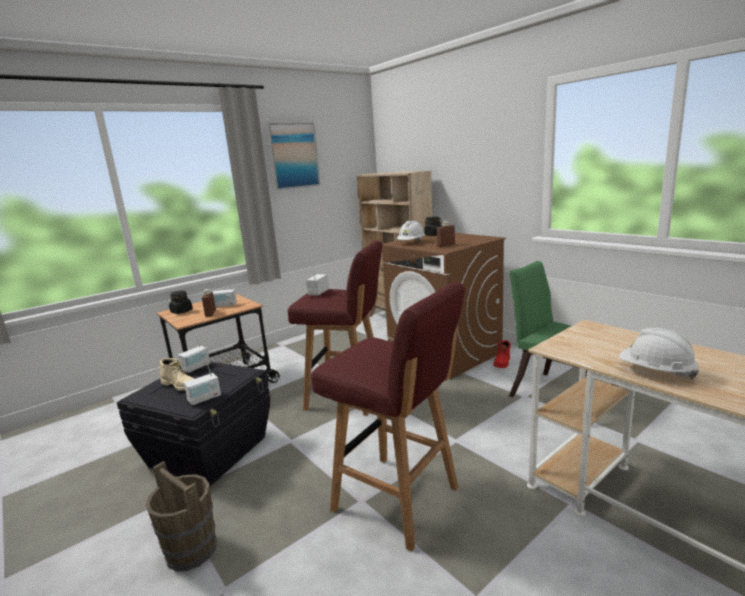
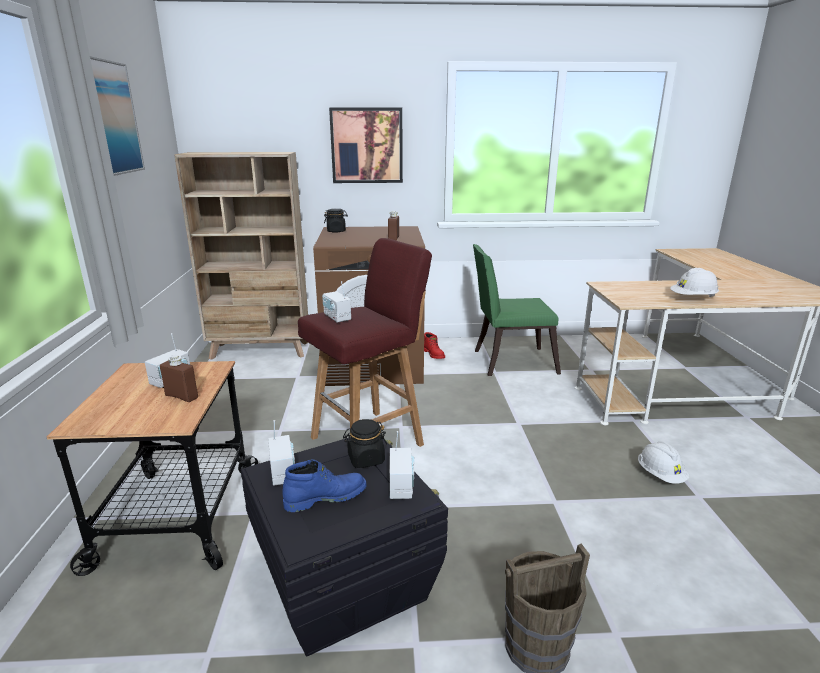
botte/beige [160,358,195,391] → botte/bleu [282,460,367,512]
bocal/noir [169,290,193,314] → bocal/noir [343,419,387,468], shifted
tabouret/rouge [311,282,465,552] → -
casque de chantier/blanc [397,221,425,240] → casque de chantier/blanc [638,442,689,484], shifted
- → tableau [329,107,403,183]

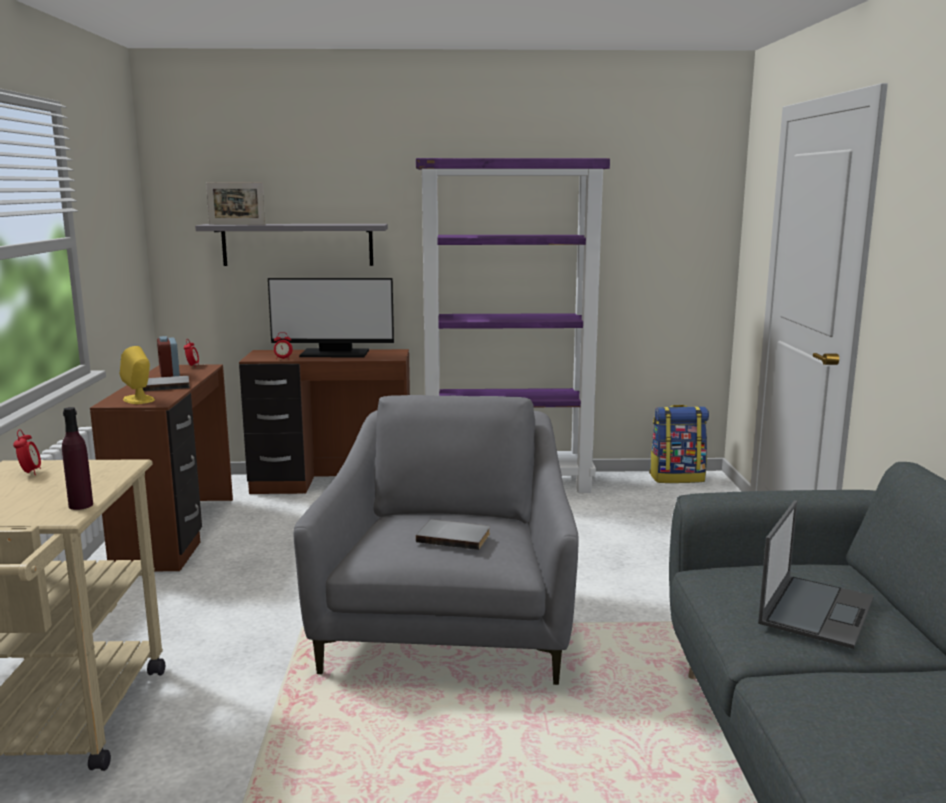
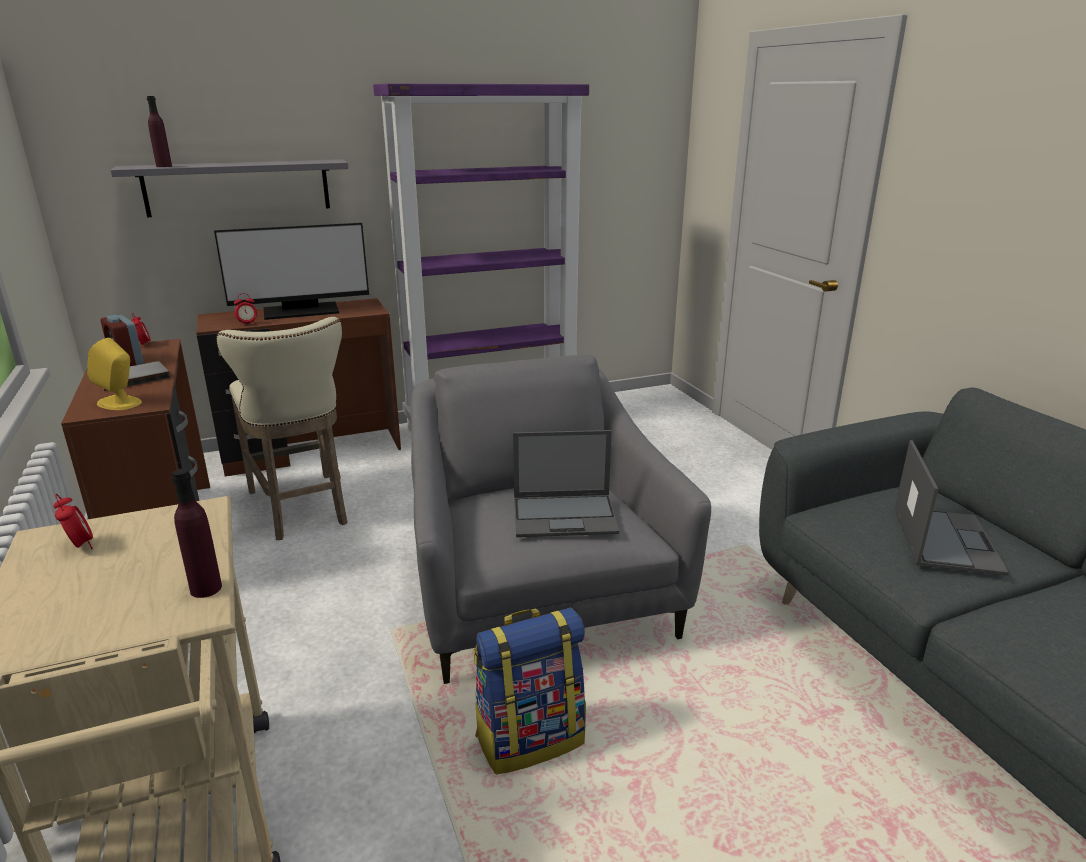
cadre photo [206,182,265,225] → bouteille/violet [147,96,172,167]
livre/gris [416,519,490,550] → ordinateur portable [513,430,619,537]
sac à dos [649,405,709,483] → sac à dos [474,608,586,775], shifted
- → tabouret/beige [216,317,348,540]

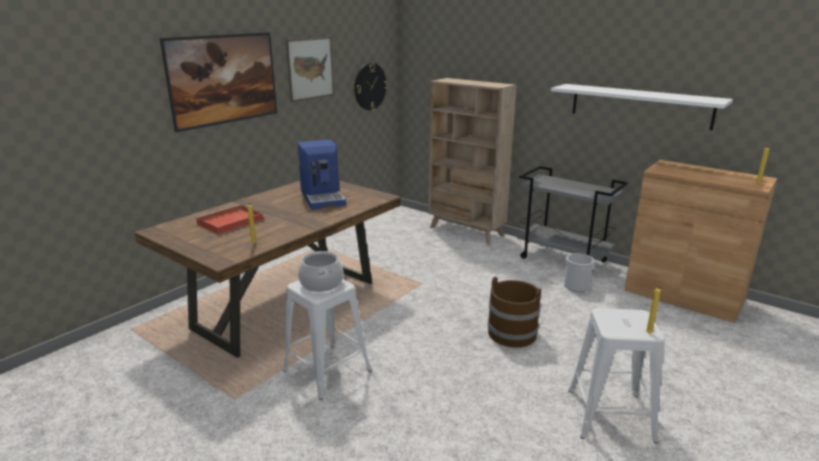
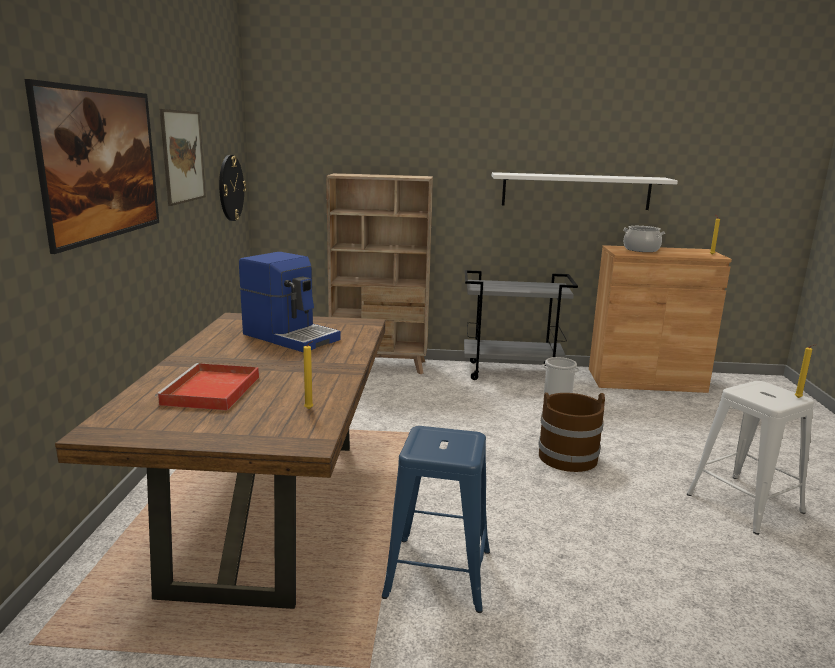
tabouret/blanc [283,279,372,400] → tabouret/bleu [382,426,490,613]
marmite [298,251,344,292] → marmite [623,226,665,252], shifted

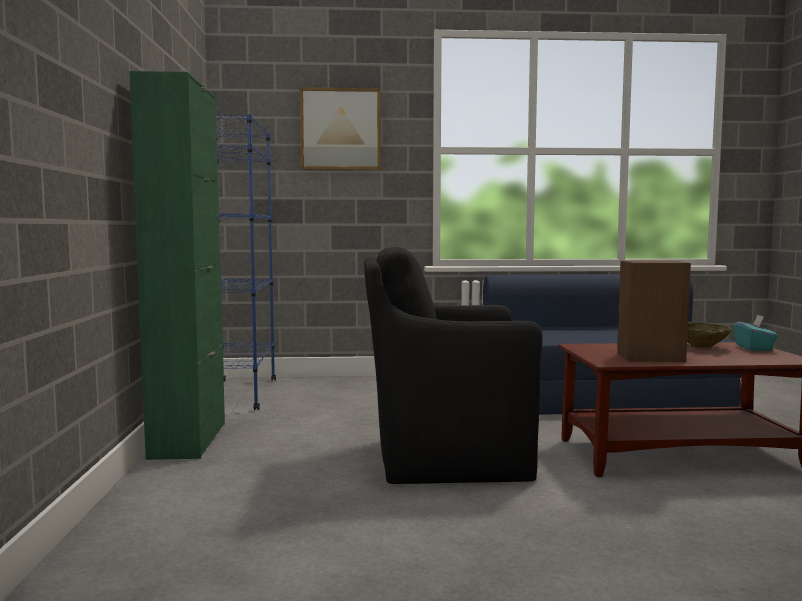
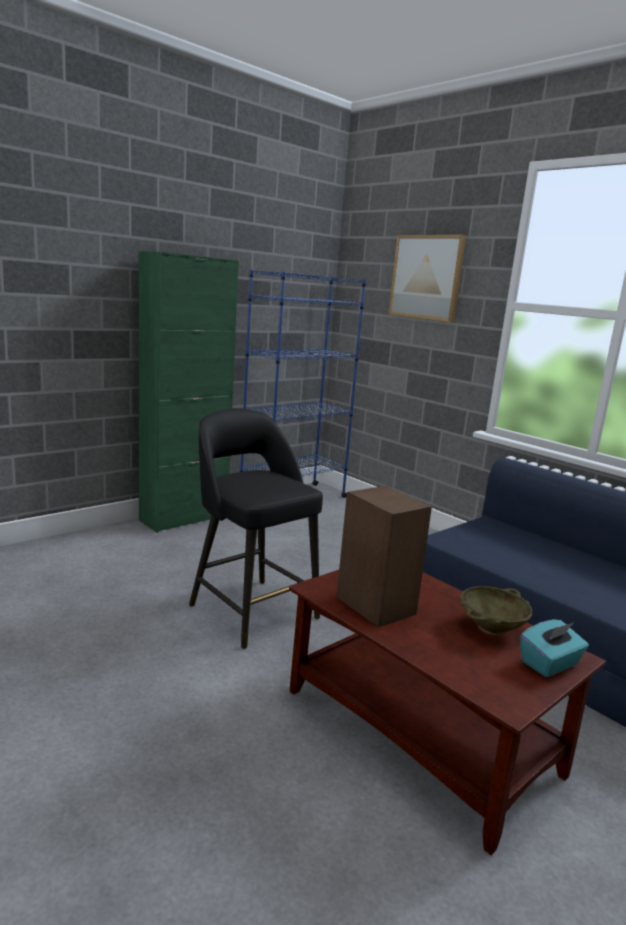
fauteuil/noir [364,247,542,484] → tabouret/noir [189,408,323,649]

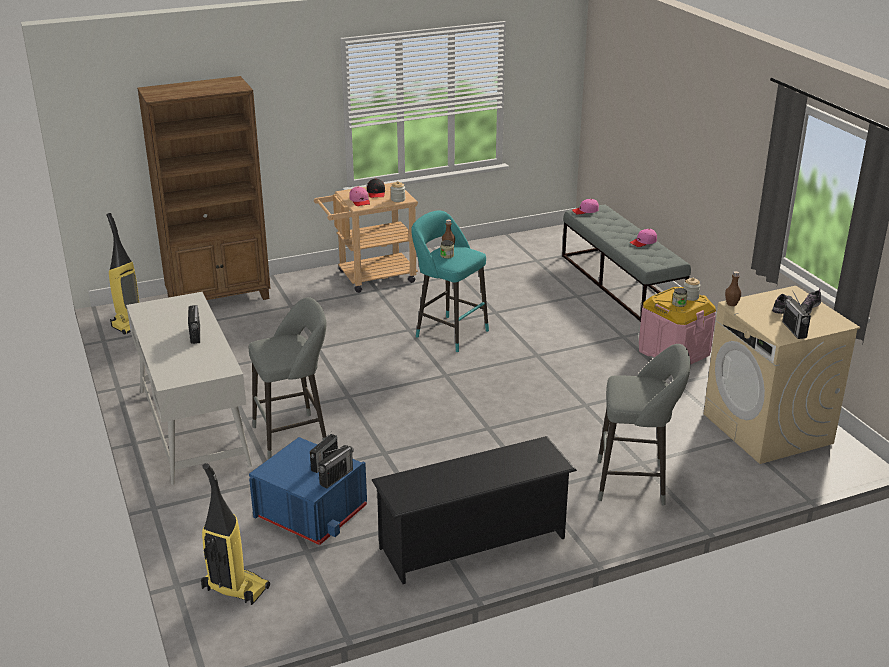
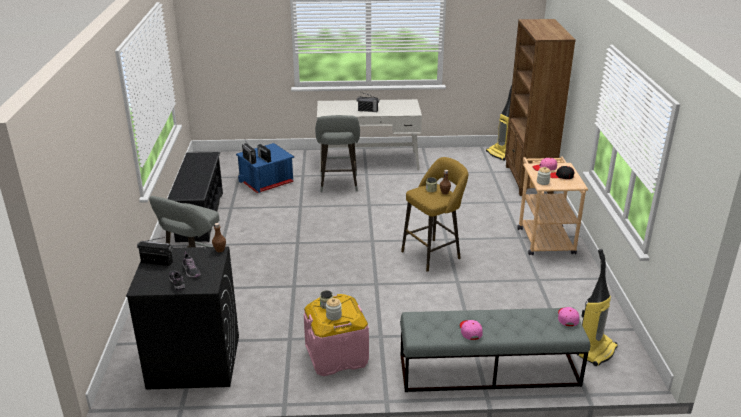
aspirateur [201,463,270,605] → aspirateur [577,249,618,366], shifted
tabouret/turquoise [411,211,489,352] → tabouret/jaune [401,157,468,272]
lave-linge/beige [703,286,860,464] → lave-linge/noir [126,247,239,390]

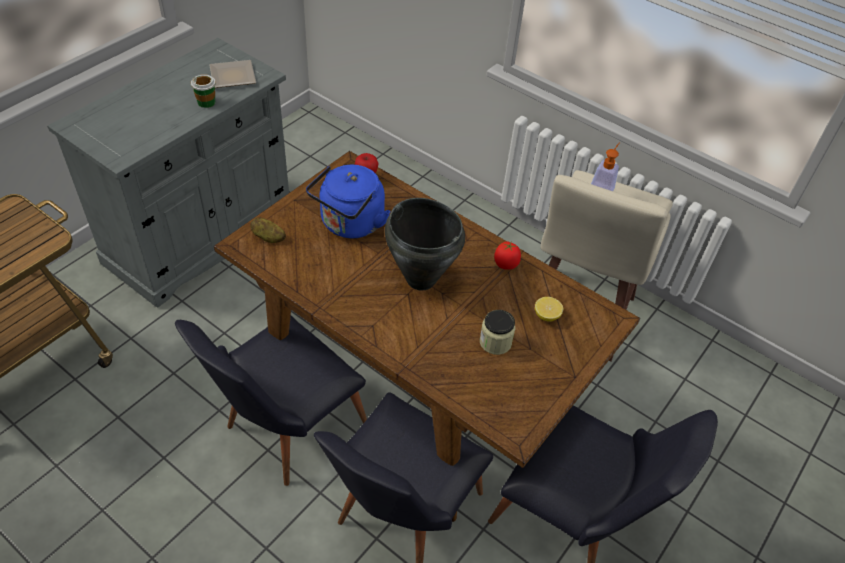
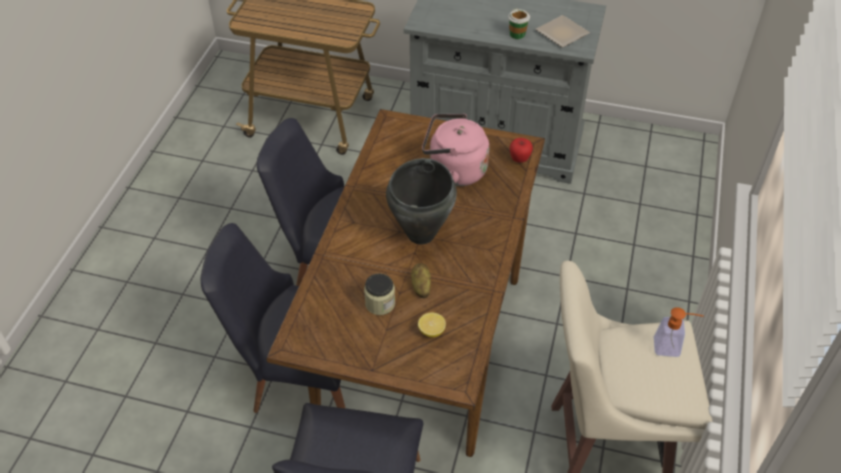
pomme de terre [250,217,286,243] → pomme de terre [411,263,431,298], shifted
bouilloire/bleu [306,165,391,238] → bouilloire/rose [422,114,489,186]
tomate [494,242,521,270] → -

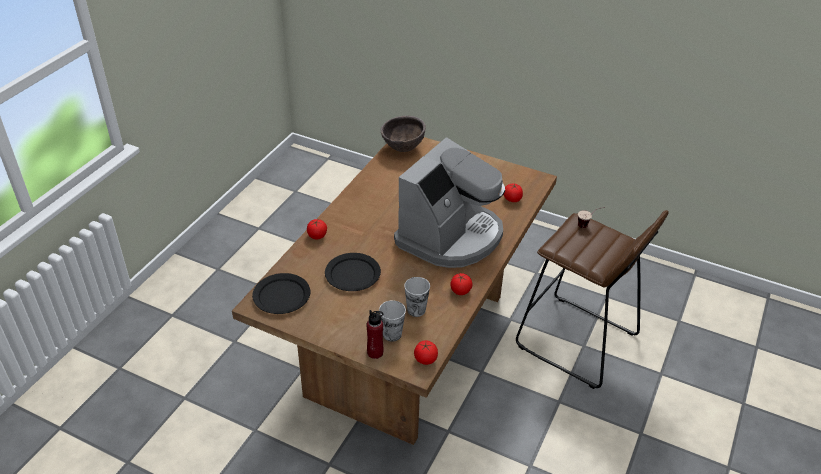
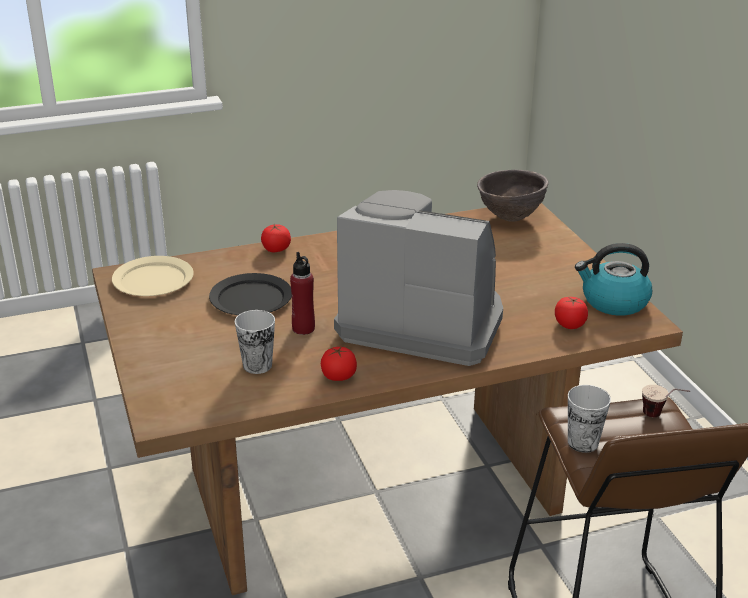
assiette/noir [252,273,310,314] → assiette/beige [112,256,194,296]
bouteille/rouge [367,310,383,359] → bouteille/rouge [290,252,315,335], shifted
tasse [379,300,406,342] → tasse [568,385,611,453], shifted
machine à café [394,137,505,268] → machine à café [334,190,503,366], 150 degrees counterclockwise
tomate [414,340,438,365] → -
- → bouilloire [575,243,652,316]

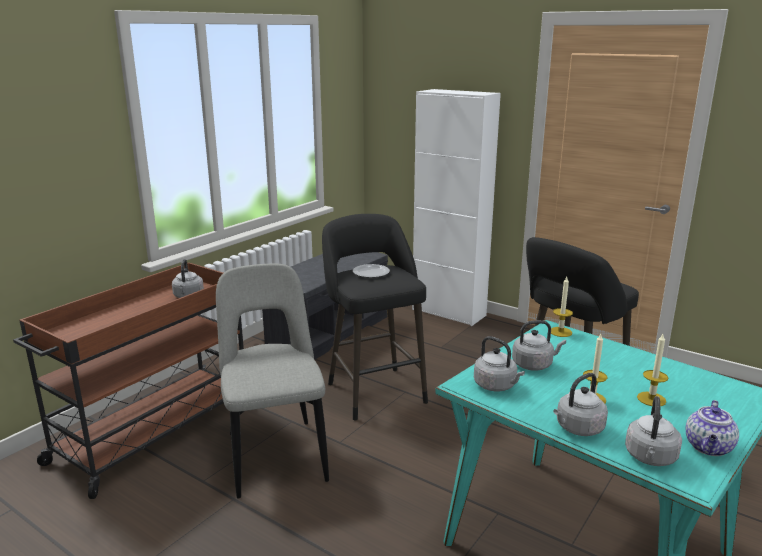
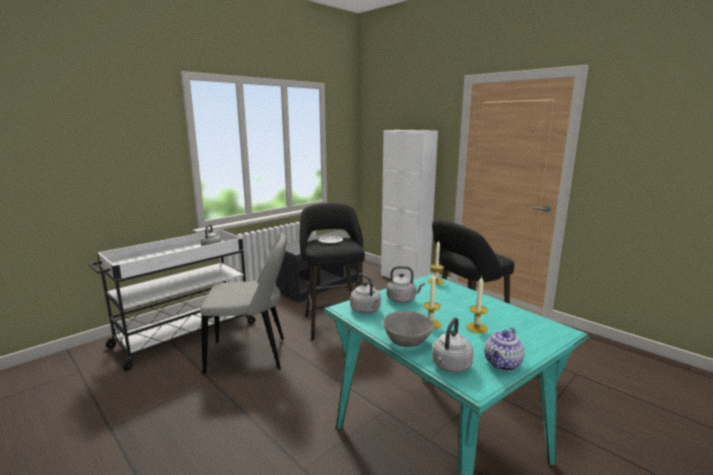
chariot/marron [13,263,244,499] → chariot/blanc [89,229,256,371]
chaise/gris [216,264,329,499] → chaise/gris [200,233,287,374], 90 degrees clockwise
bouilloire/gris [553,373,608,436] → bol/gris [383,311,435,347]

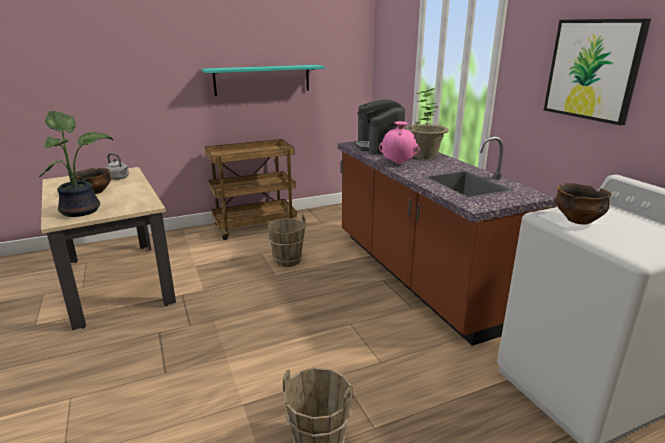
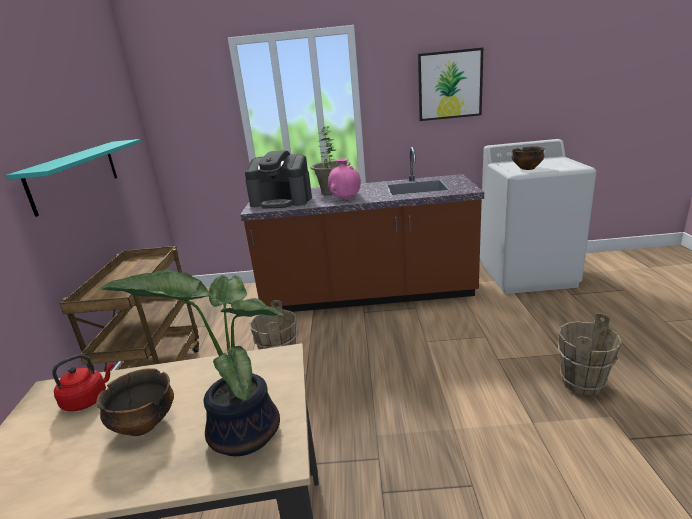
bouilloire/gris [106,153,129,180] → bouilloire/rouge [52,354,114,411]

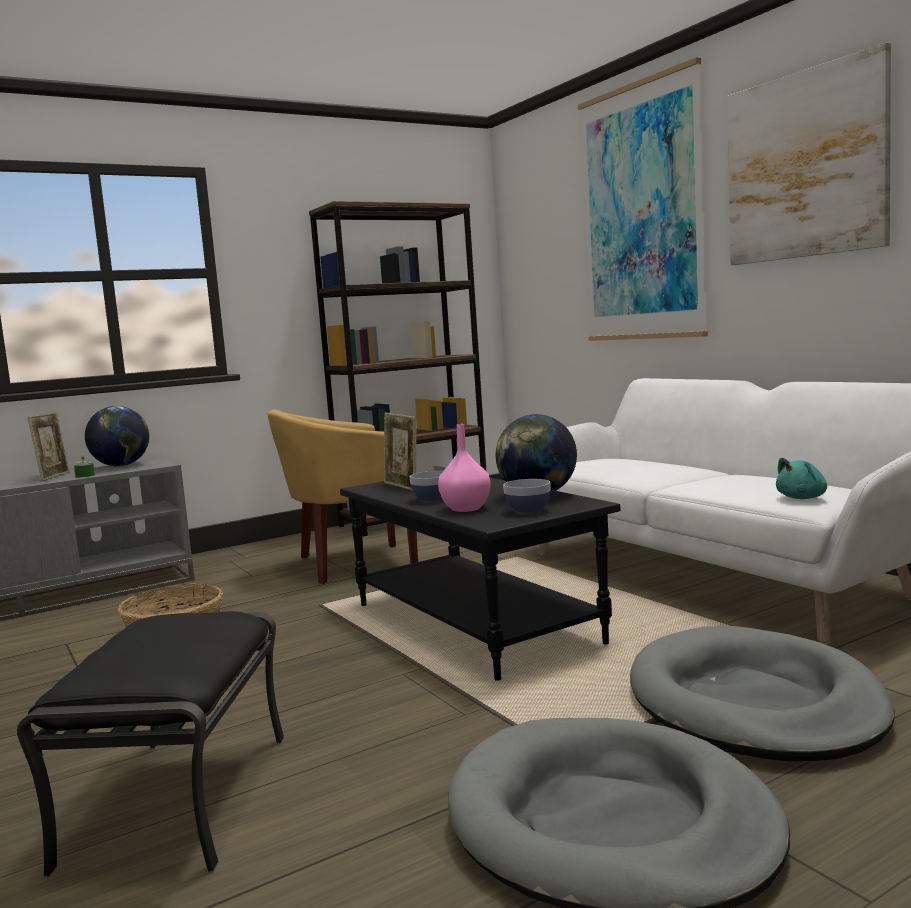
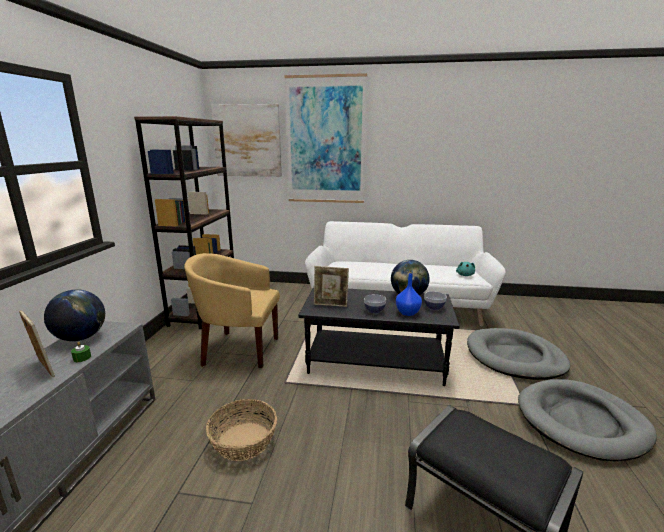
fauteuil/jaune [268,409,418,584] → fauteuil/jaune [184,253,280,368], 75 degrees clockwise
vase/rose [438,424,491,512] → vase/bleu [396,273,422,316]
tableau [727,42,891,265] → tableau [211,104,282,177], shifted

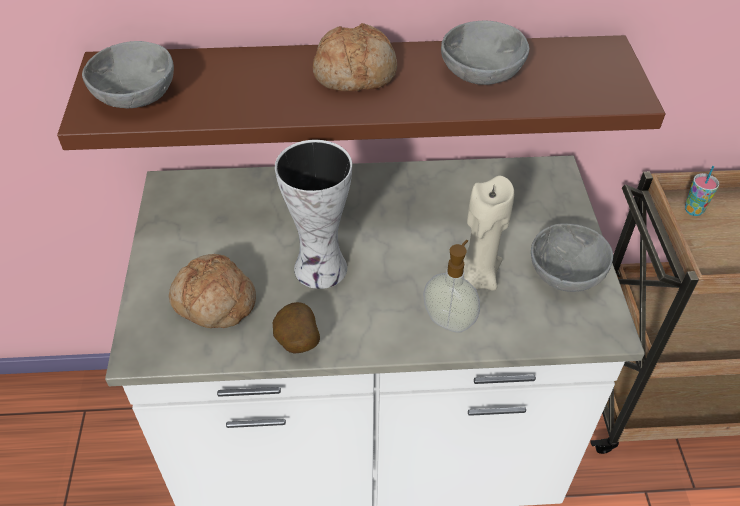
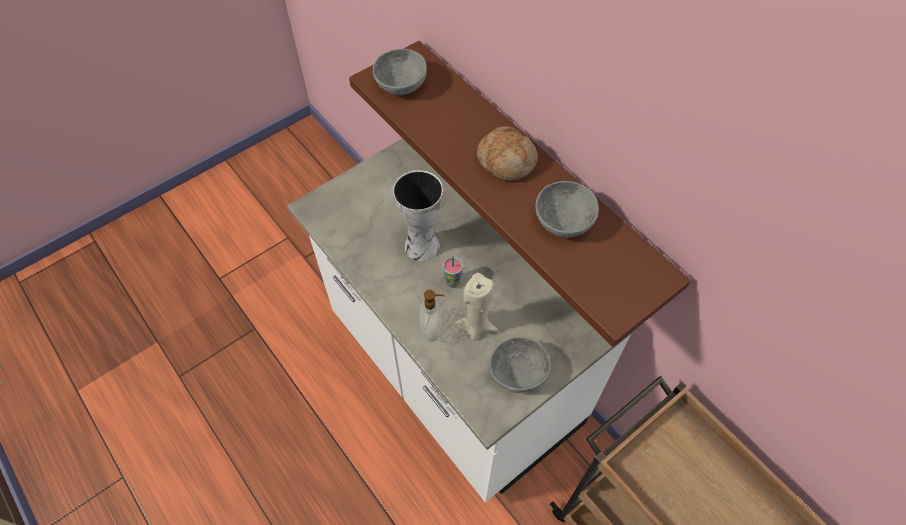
pain [169,254,256,328] → -
pomme de terre [273,302,320,354] → -
tasse [685,166,719,216] → tasse [443,256,463,288], shifted

